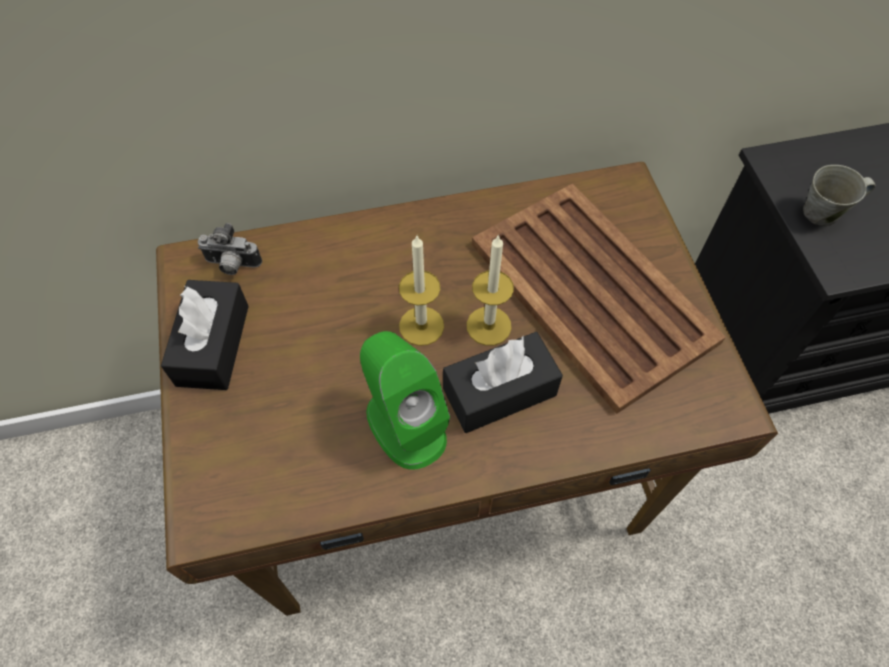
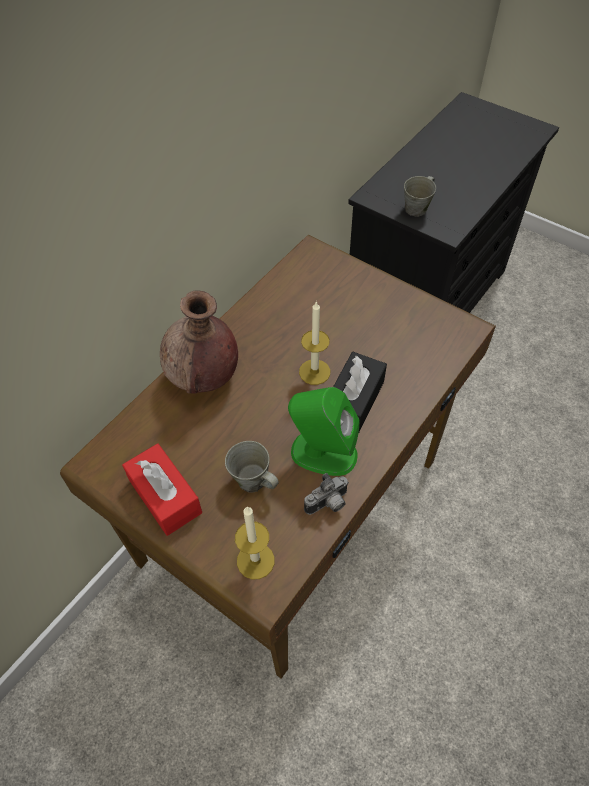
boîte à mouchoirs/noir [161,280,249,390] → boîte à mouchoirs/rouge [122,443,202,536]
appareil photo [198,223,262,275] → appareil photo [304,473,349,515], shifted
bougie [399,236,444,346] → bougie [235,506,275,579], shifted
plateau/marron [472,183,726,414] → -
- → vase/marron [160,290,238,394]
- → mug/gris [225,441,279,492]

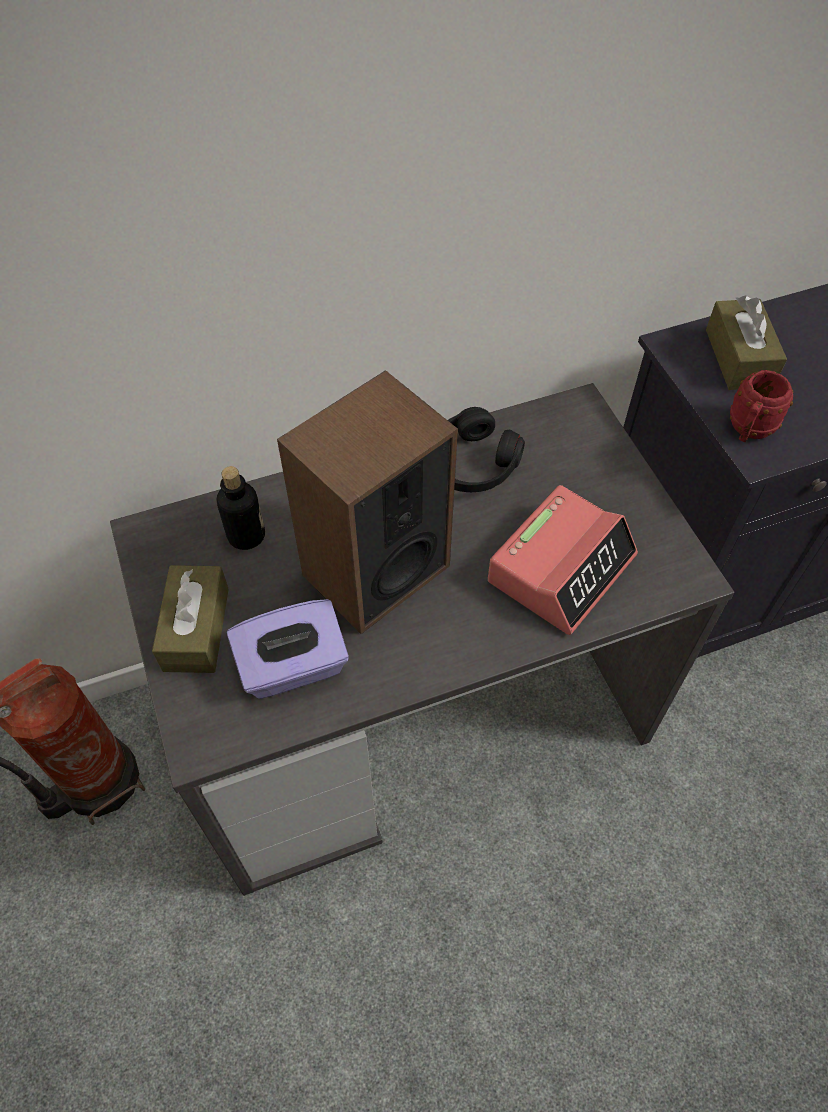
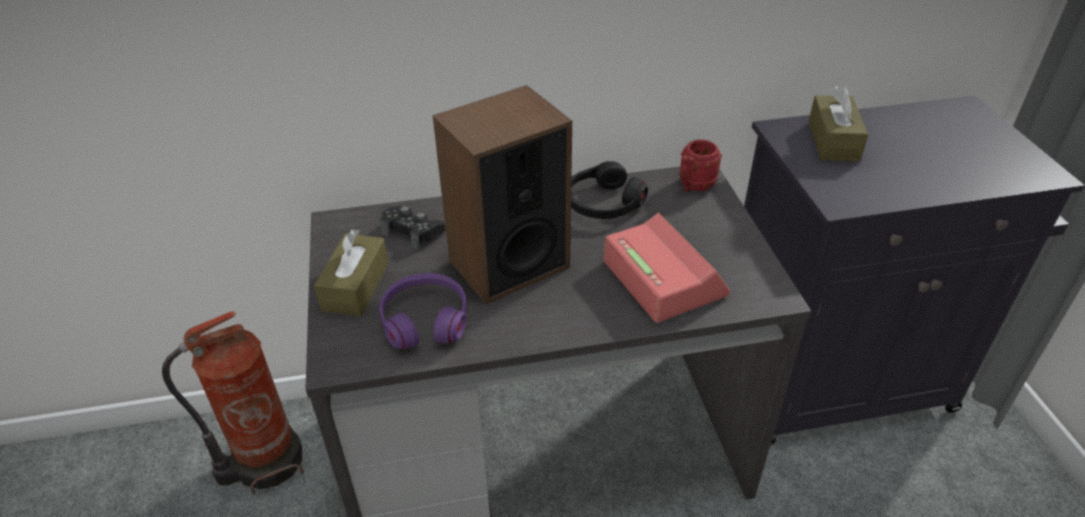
bouteille [217,466,265,550] → manette/noir [380,206,446,249]
boîte à mouchoirs/violet [227,599,349,699] → casque audio/violet [379,273,467,349]
réveil [488,485,638,635] → réveil [604,213,730,323], 75 degrees counterclockwise
mug/rouge [730,370,793,442] → mug/rouge [679,139,722,192], shifted

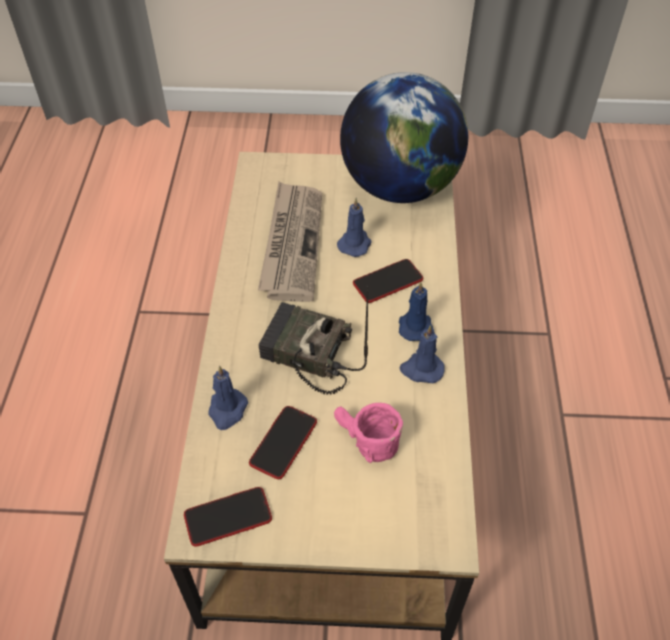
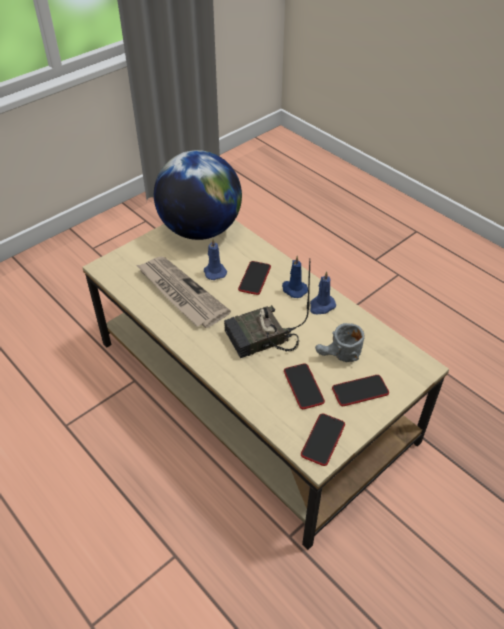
bougie/bleu [209,366,248,430] → -
mug/rose [334,403,403,463] → mug/gris [315,323,365,362]
- → téléphone [332,375,389,406]

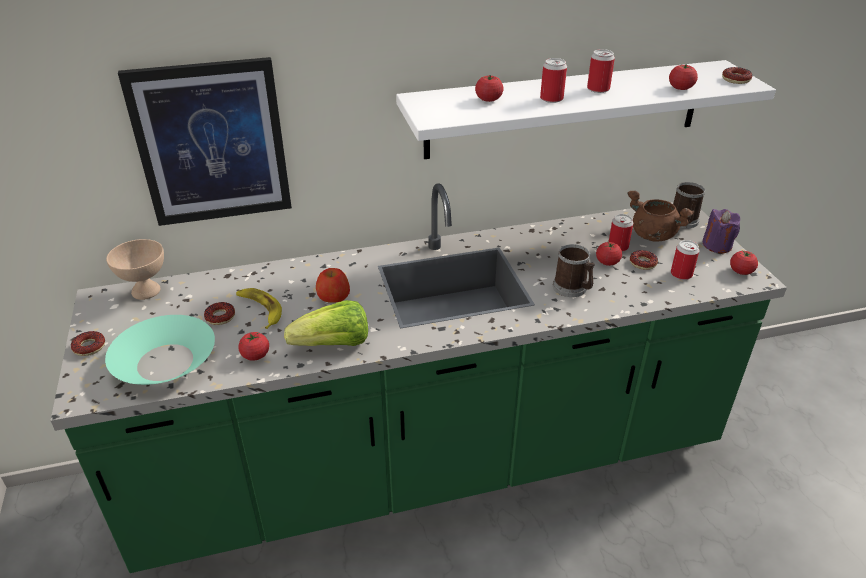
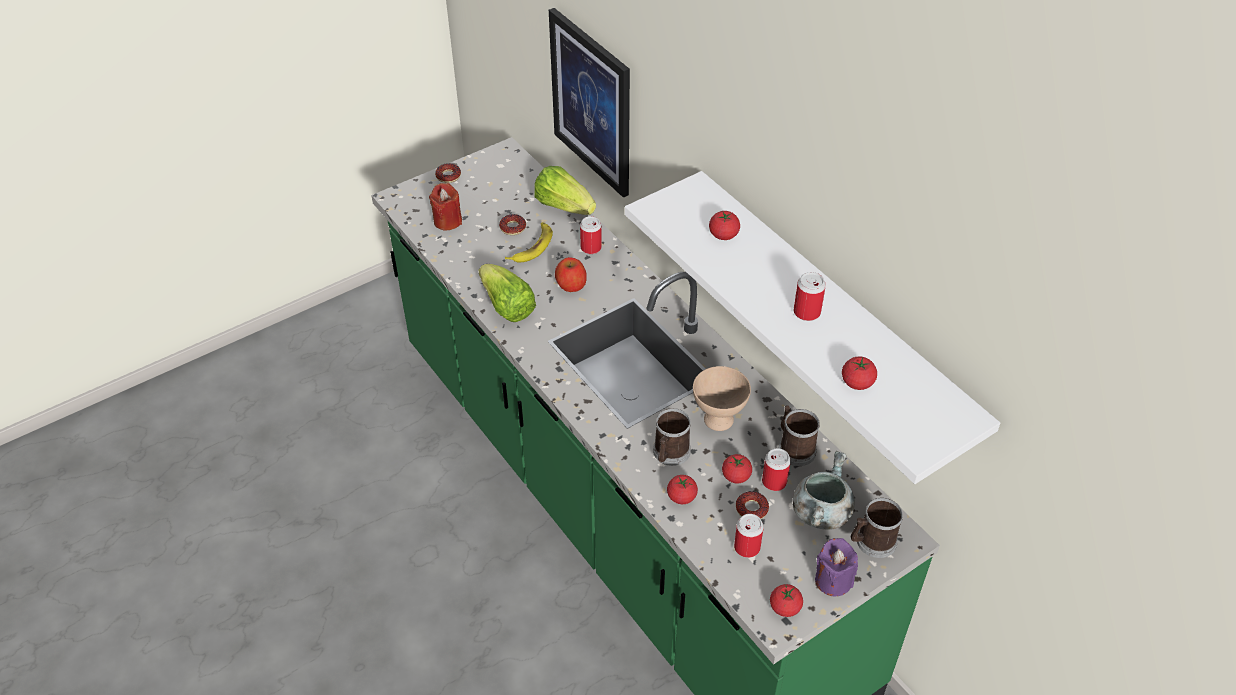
bol/turquoise [105,315,215,385] → bougie/rouge [429,183,462,230]
bol/beige [106,239,164,300] → bol/beige [693,366,751,431], shifted
tomate [238,332,269,361] → tomate [667,475,698,504], shifted
boîte métallique [540,58,567,103] → boîte métallique [580,216,602,254], shifted
marmite/marron [627,190,694,242] → marmite/gris [793,451,855,530]
beignet [722,67,753,84] → -
- → laitue [534,166,596,215]
- → mug [779,405,820,466]

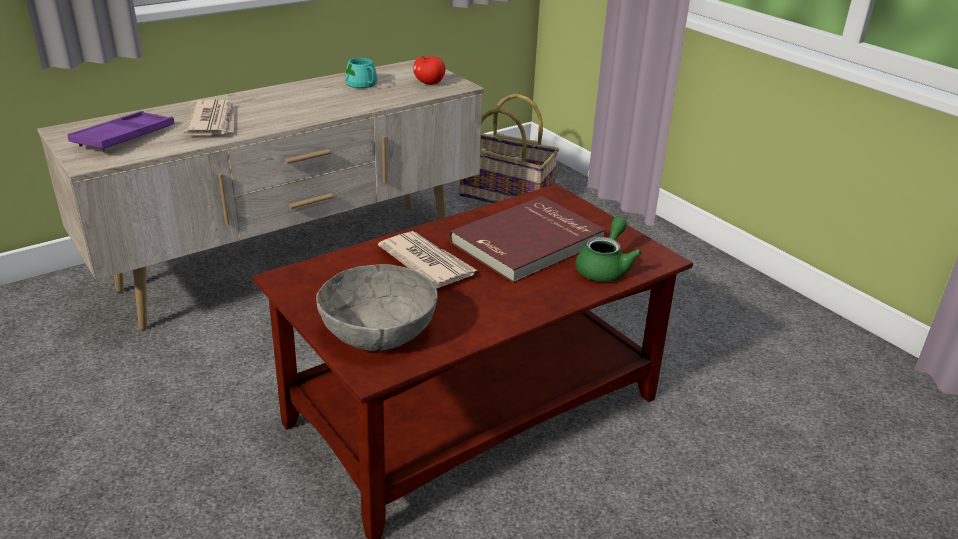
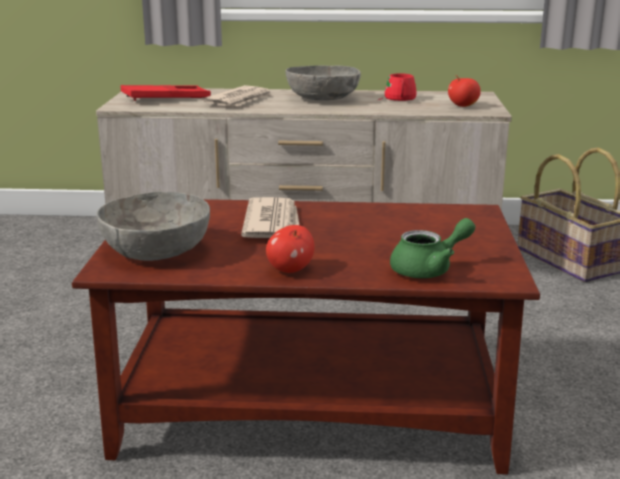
plateau/violet [67,111,175,152] → plateau/rouge [121,85,211,101]
mug/turquoise [345,58,377,92] → mug/rouge [378,73,417,101]
livre/rouge [449,196,606,283] → -
- → pomme [266,225,315,273]
- → bol/gris [286,65,361,101]

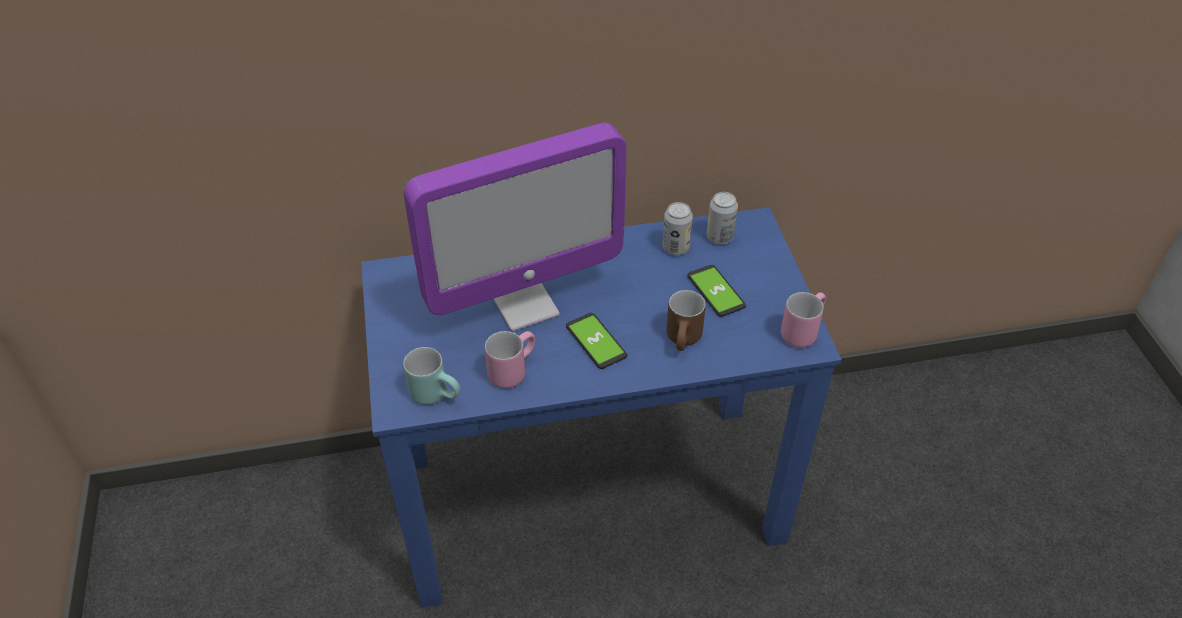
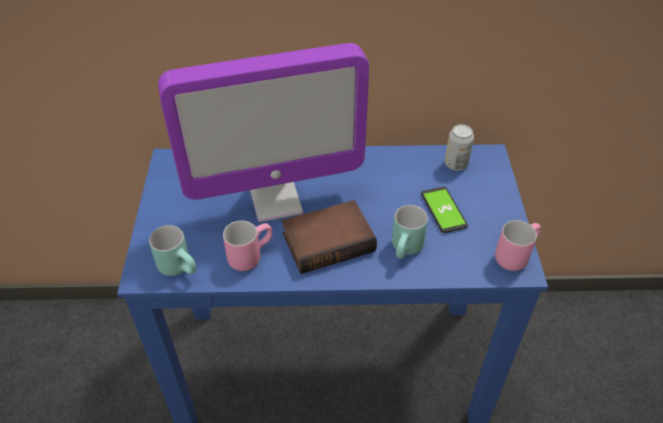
téléphone [566,313,627,369] → livre [282,200,377,274]
boîte métallique [662,202,693,255] → -
mug/marron [666,290,706,351] → mug/turquoise [392,205,428,259]

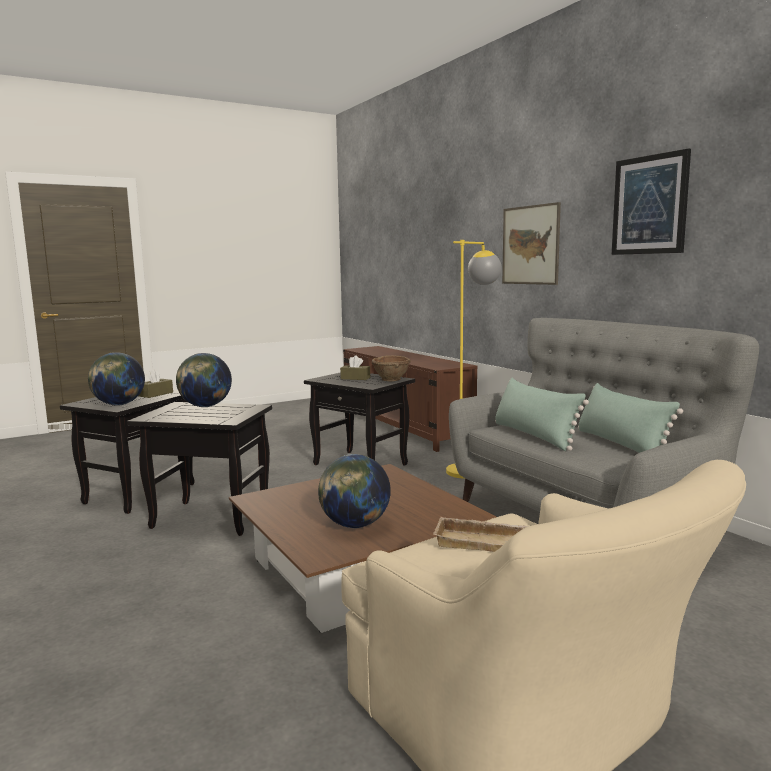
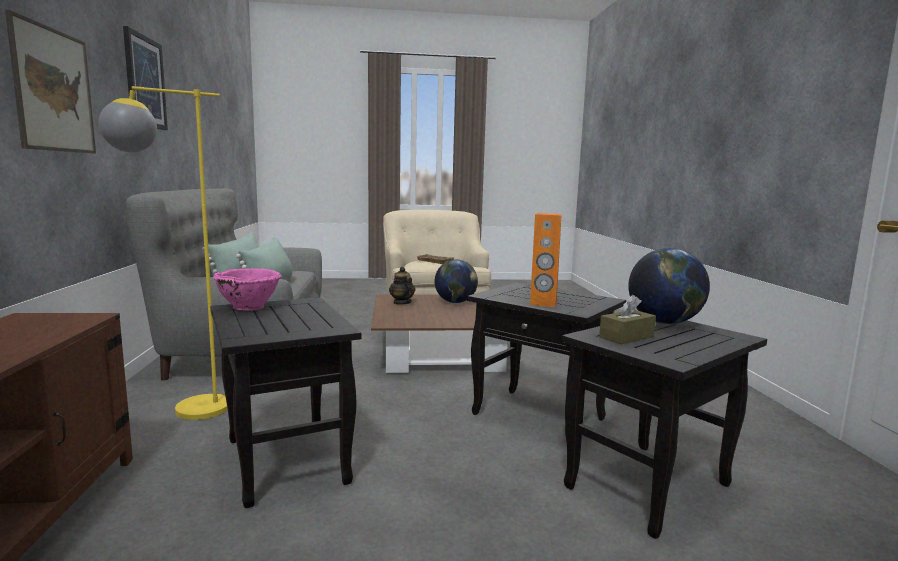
globe [176,353,232,407] → enceinte/orange [530,213,562,307]
boîte à mouchoirs/marron [340,355,370,380] → -
bol/marron [372,355,411,381] → bol/rose [213,268,282,311]
- → théière [389,267,416,305]

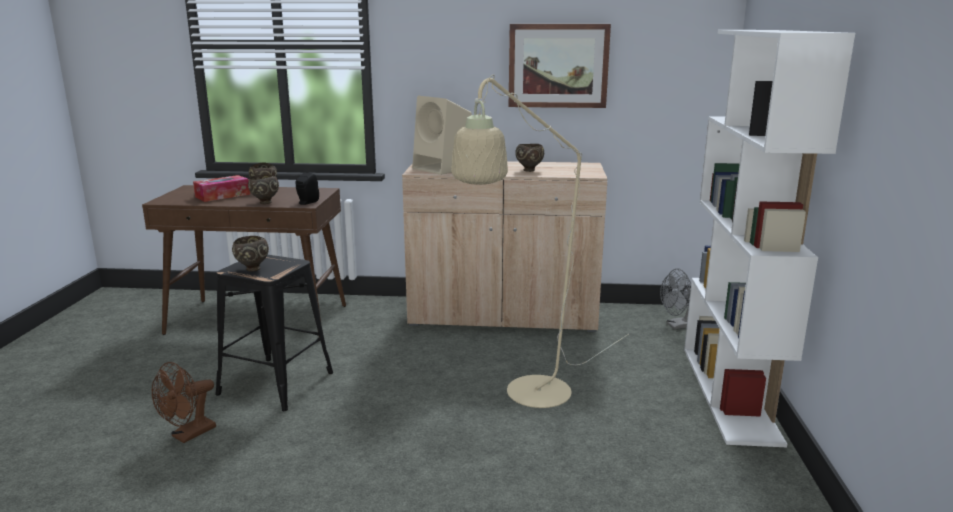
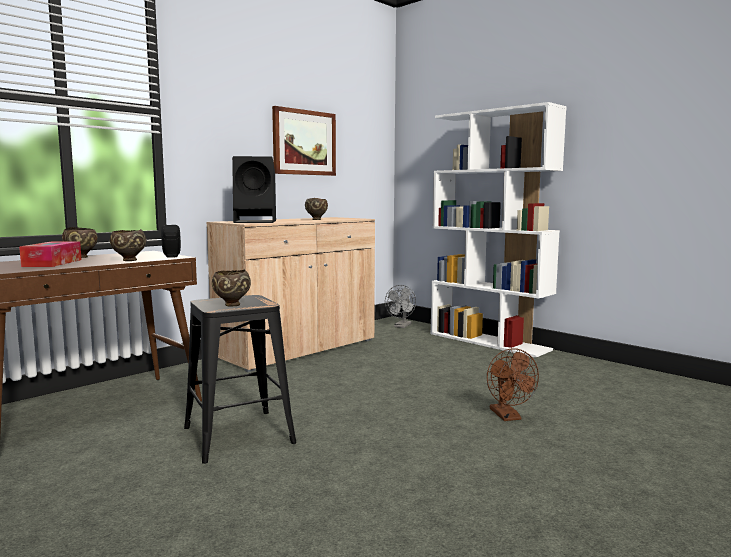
ventilateur/marron [152,362,216,443] → ventilateur/marron [487,348,539,421], shifted
enceinte/beige [412,96,472,175] → enceinte/noir [232,156,276,223]
lampadaire/beige [451,74,629,408] → -

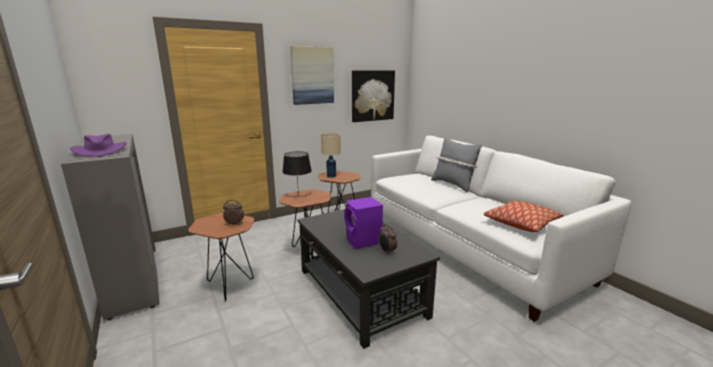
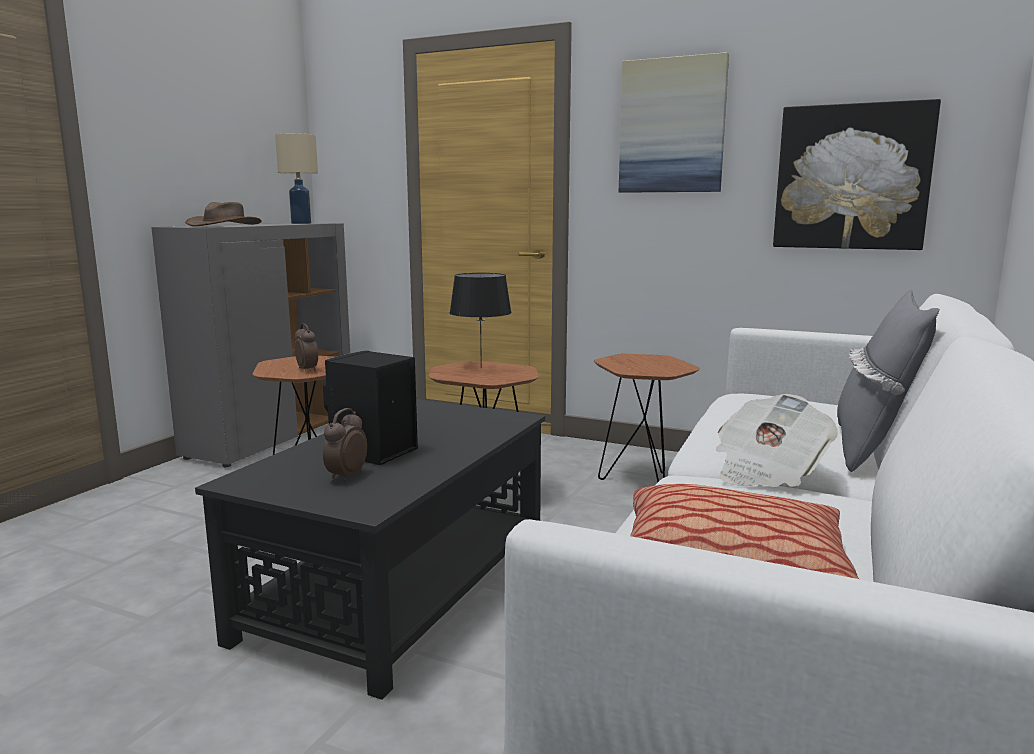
chapeau/violet [70,134,127,157] → chapeau/marron [185,202,262,226]
lampe de table/beige [321,133,341,178] → lampe de table/beige [275,133,318,224], shifted
enceinte/violet [344,197,383,249] → enceinte/noir [323,351,418,465]
- → journal [715,394,838,487]

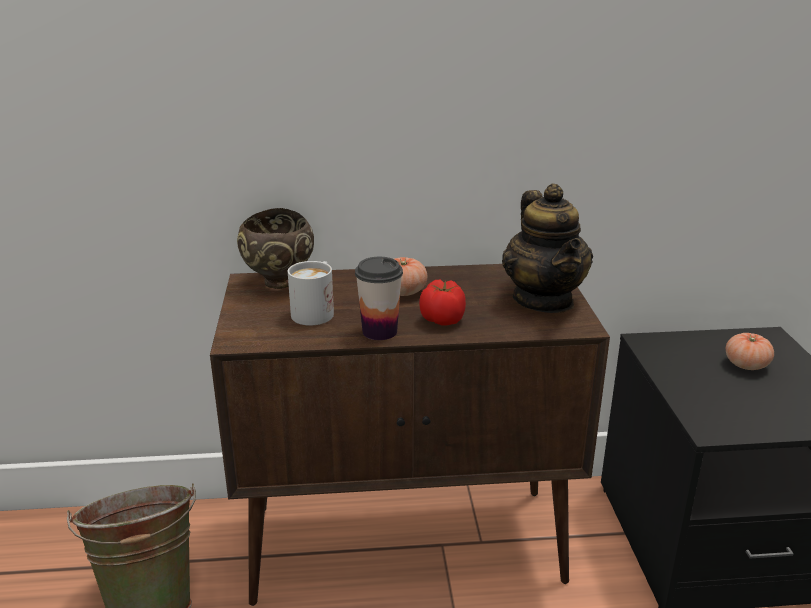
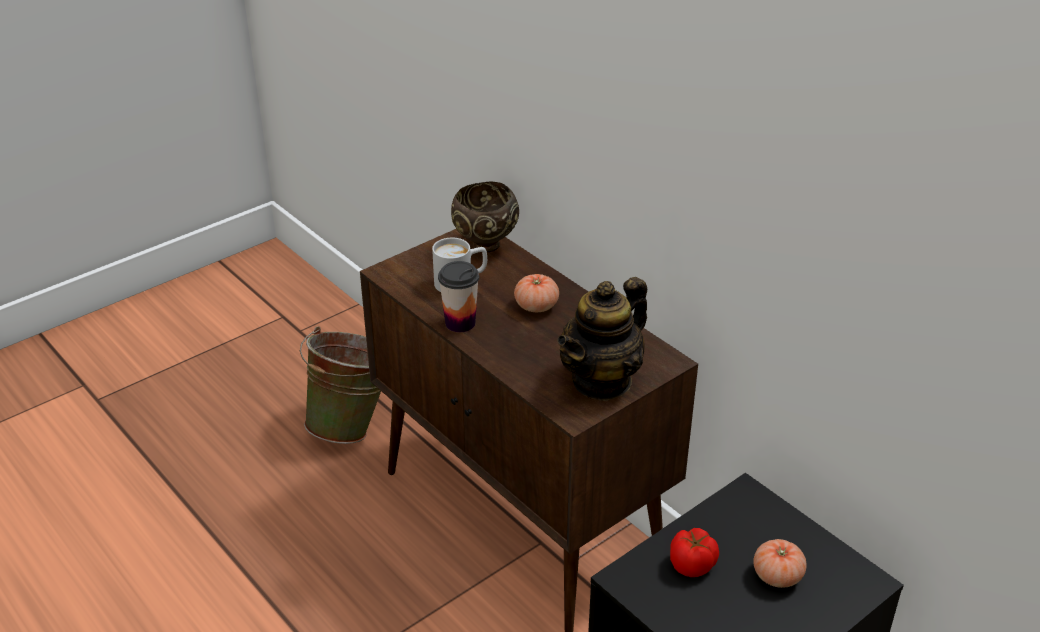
tomate [419,280,466,326] → tomate [670,528,719,577], shifted

